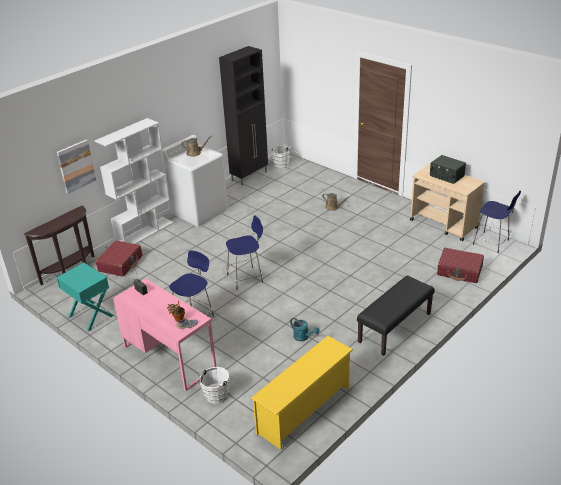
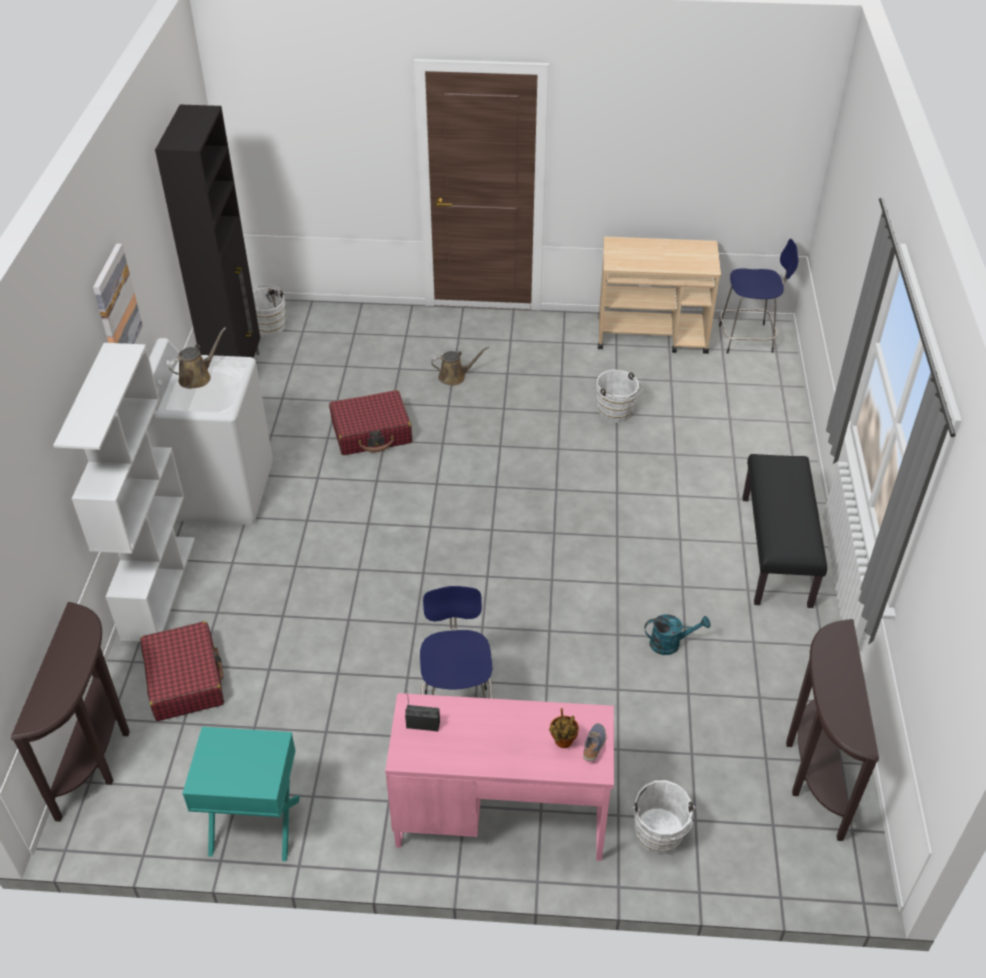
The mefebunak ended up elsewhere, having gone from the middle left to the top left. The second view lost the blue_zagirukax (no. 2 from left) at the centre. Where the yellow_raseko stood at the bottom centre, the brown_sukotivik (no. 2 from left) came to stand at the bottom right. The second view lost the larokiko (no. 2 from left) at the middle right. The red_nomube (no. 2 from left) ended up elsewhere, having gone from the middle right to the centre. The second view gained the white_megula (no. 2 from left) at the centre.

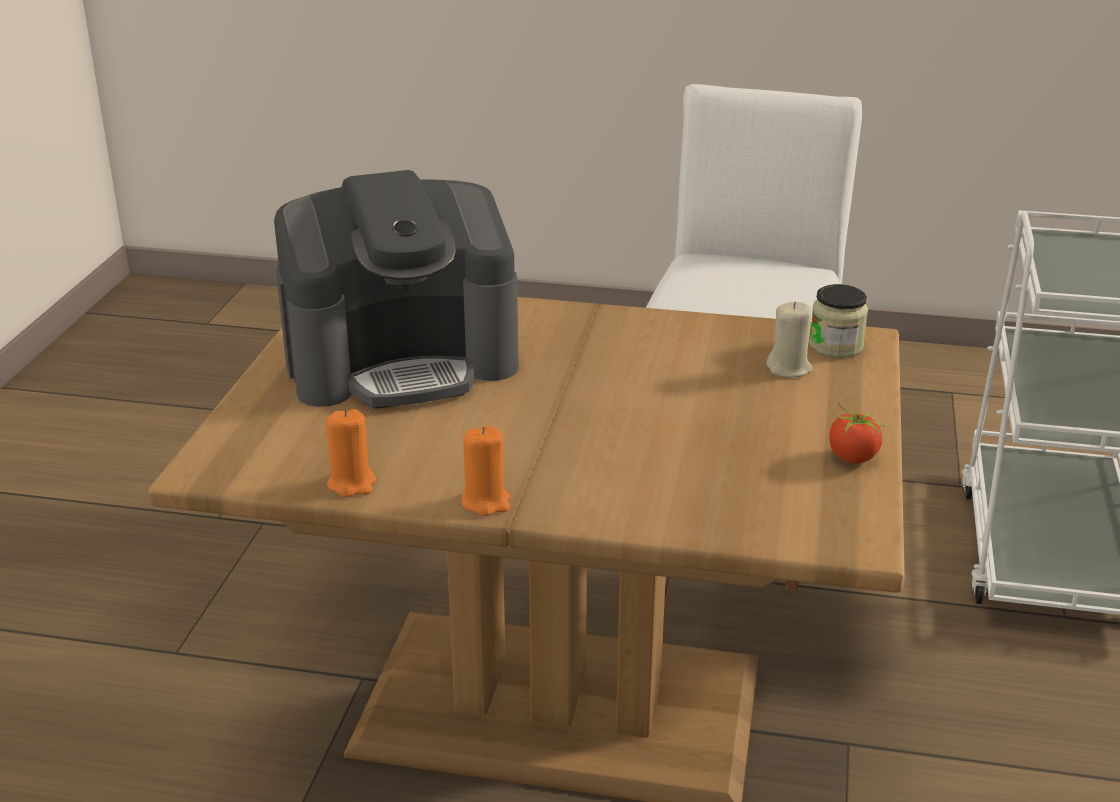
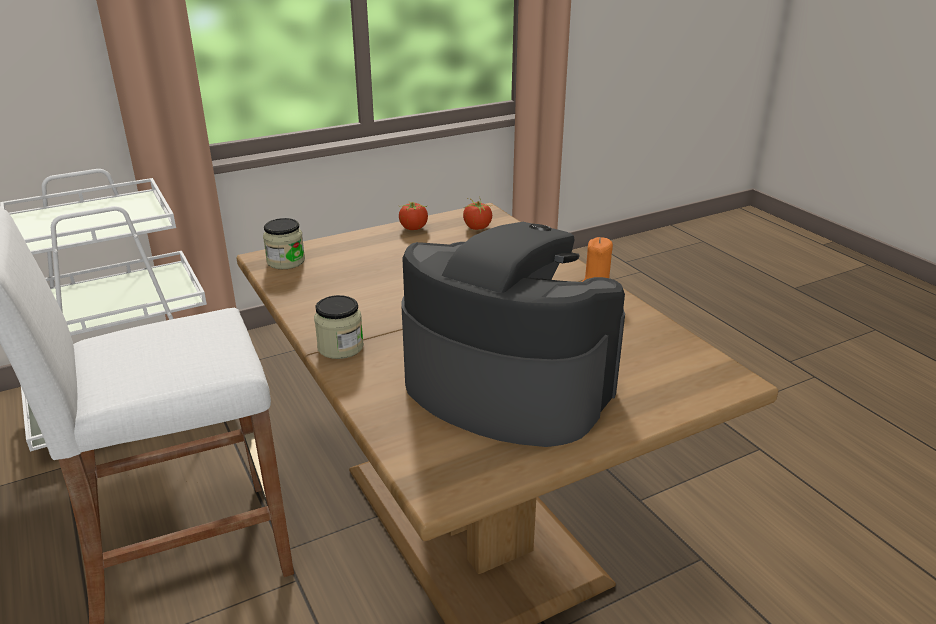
The second view lost the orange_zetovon (no. 1 from left) at the middle left. The second view lost the beige_zetovon at the middle right. The second view gained the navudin (no. 2 from left) at the centre. The second view gained the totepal (no. 2 from left) at the centre.

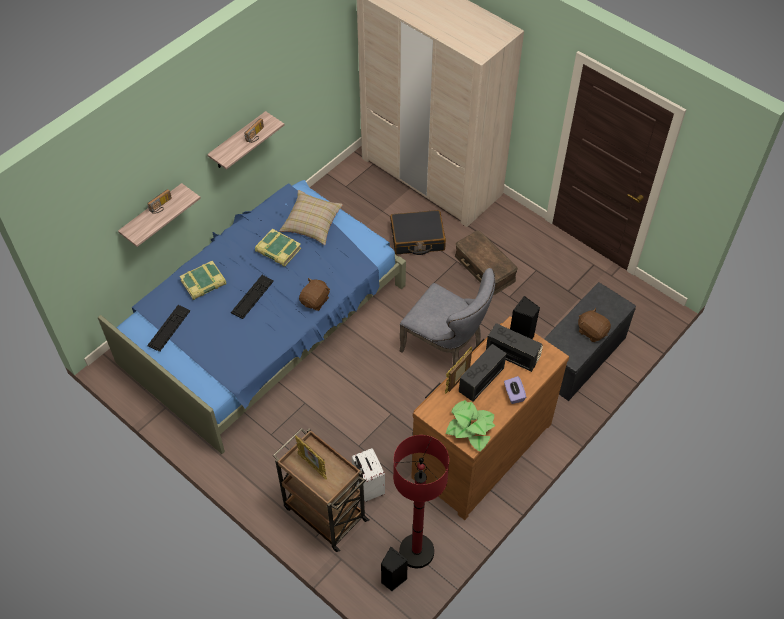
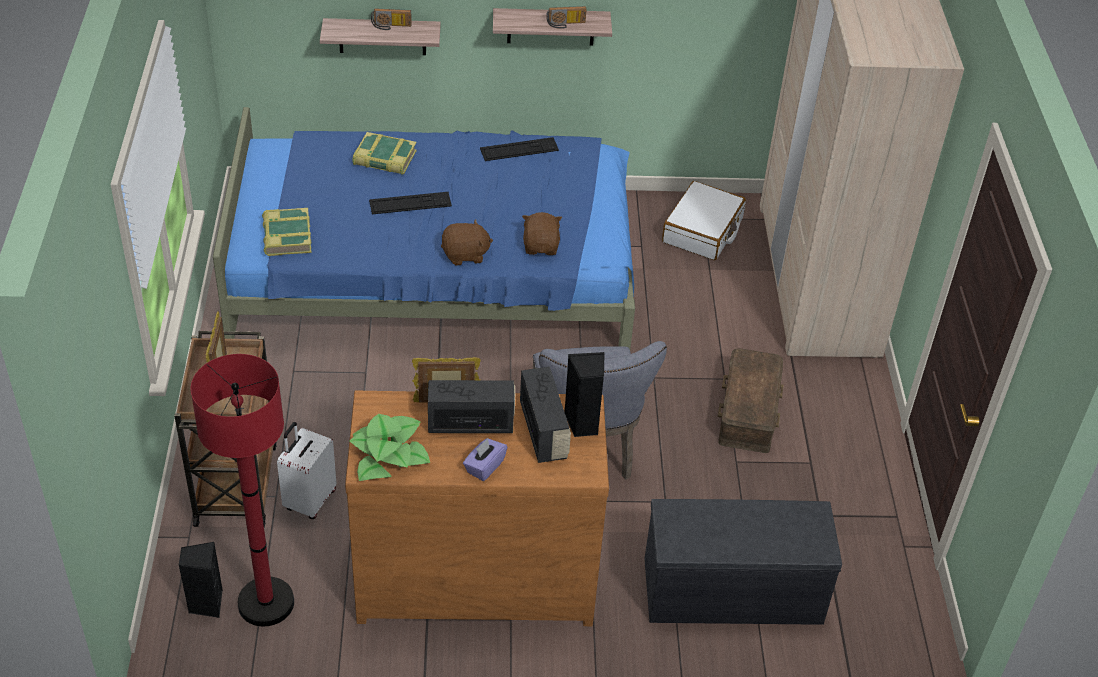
The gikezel (no. 1 from left in the first image) ended up elsewhere, having gone from the middle left to the top centre. The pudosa (no. 2 from left in the first image) ended up elsewhere, having gone from the centre to the middle left. The second view lost the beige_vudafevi at the centre. The second view lost the black_nomube at the centre. The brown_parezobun (no. 2 from left) ended up elsewhere, having gone from the middle right to the centre. The second view gained the white_nomube (no. 2 from left) at the top centre.

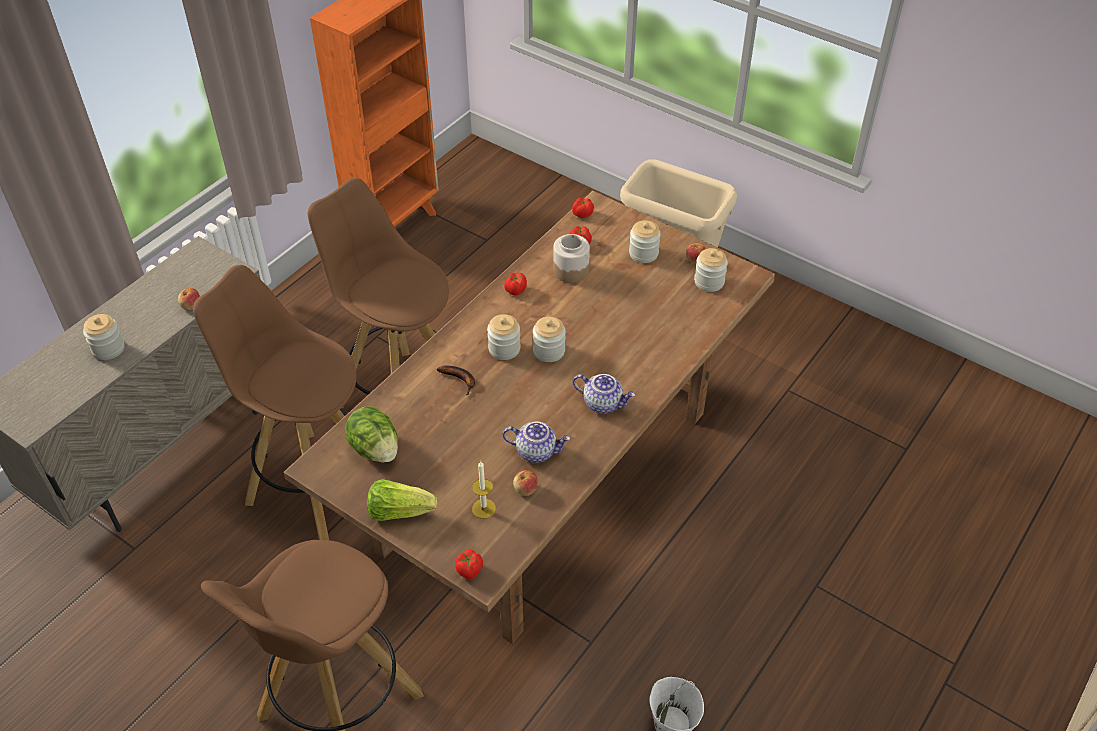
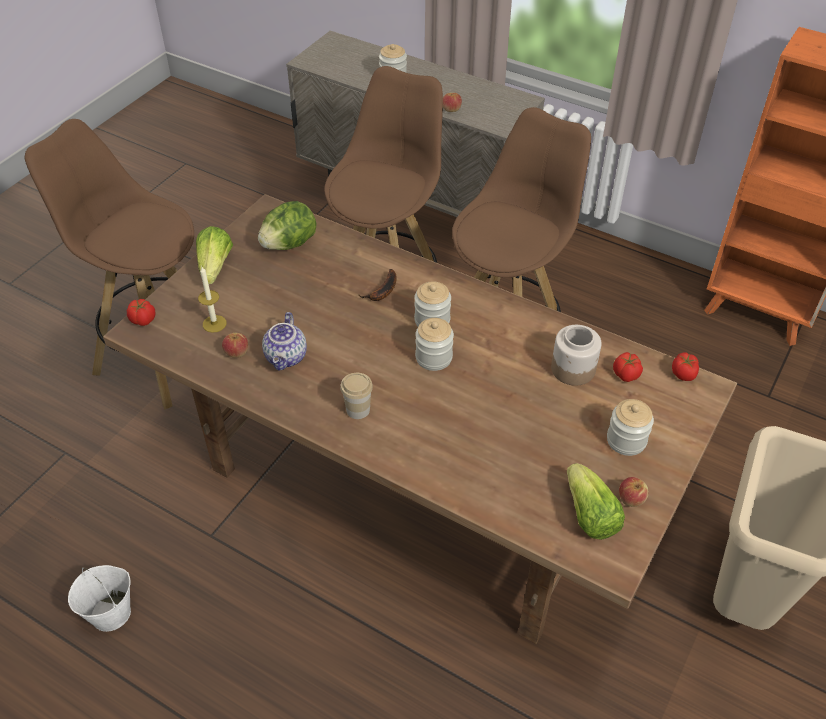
The second view lost the totepal (no. 2 from left) at the centre. Where the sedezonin (no. 2 from left) stood at the centre, the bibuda came to stand at the centre. Where the navudin (no. 6 from left) stood at the centre, the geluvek (no. 3 from left) came to stand at the bottom right.

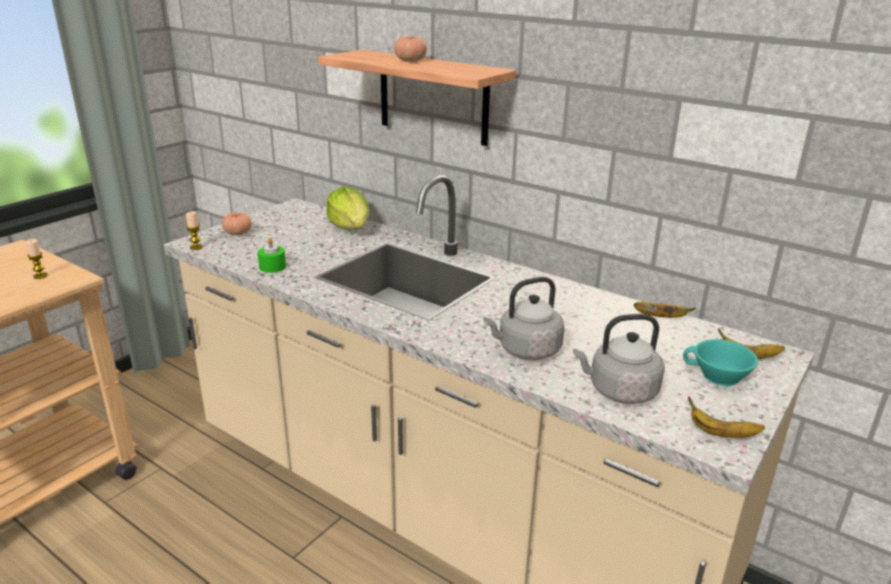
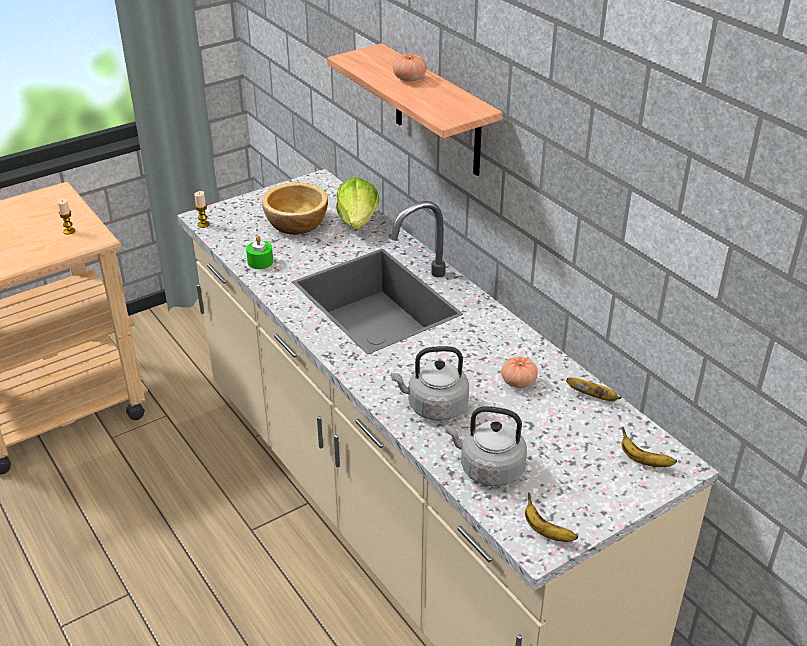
The totepal (no. 1 from left in the first image) ended up elsewhere, having gone from the middle left to the centre. The second view lost the turquoise_bibuda at the middle right. The second view gained the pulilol at the top centre.

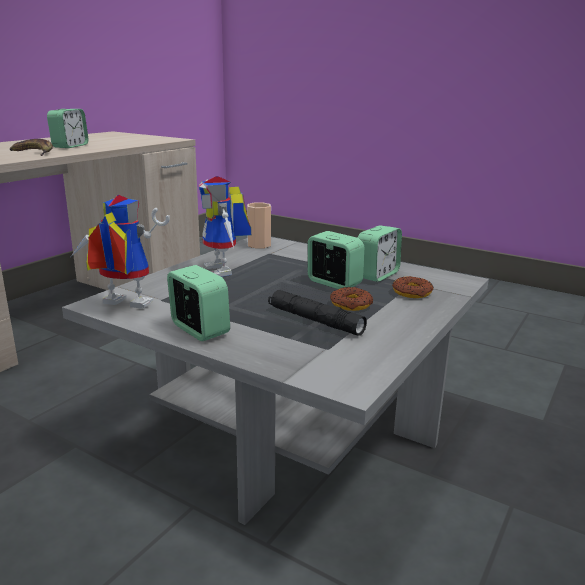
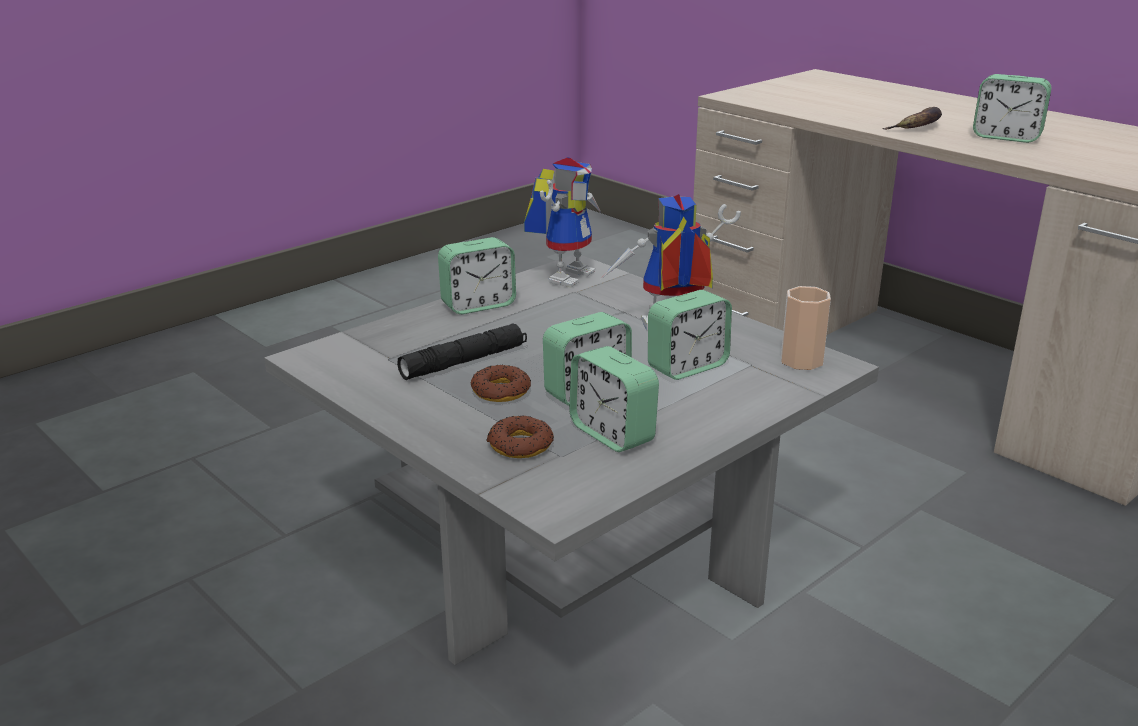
The second view gained the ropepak (no. 4 from left) at the centre.

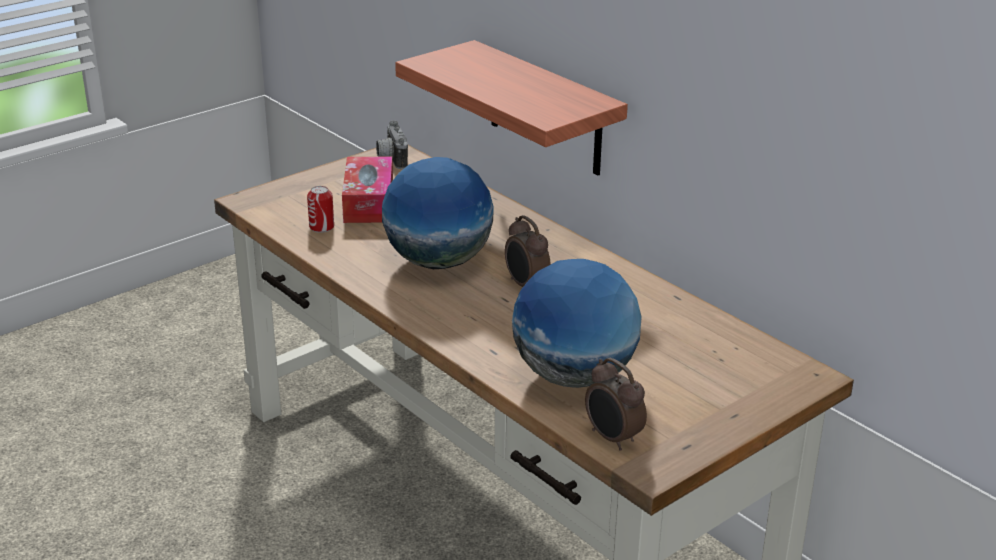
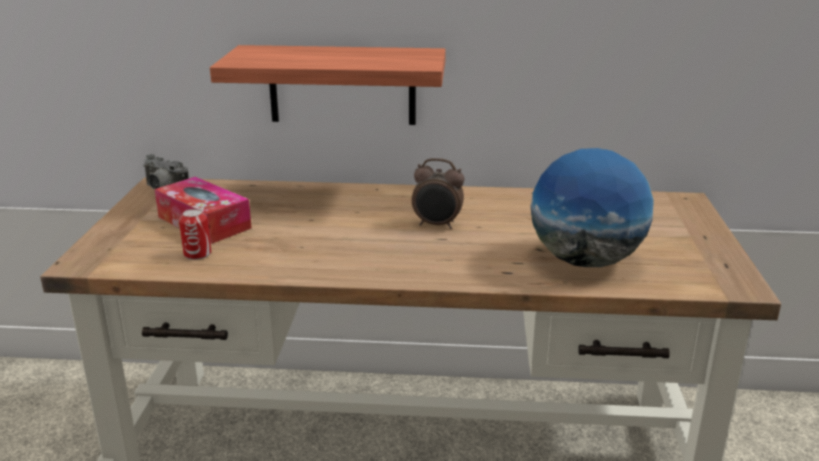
The second view lost the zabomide (no. 1 from left) at the centre. The second view lost the ropepak (no. 2 from left) at the bottom centre.

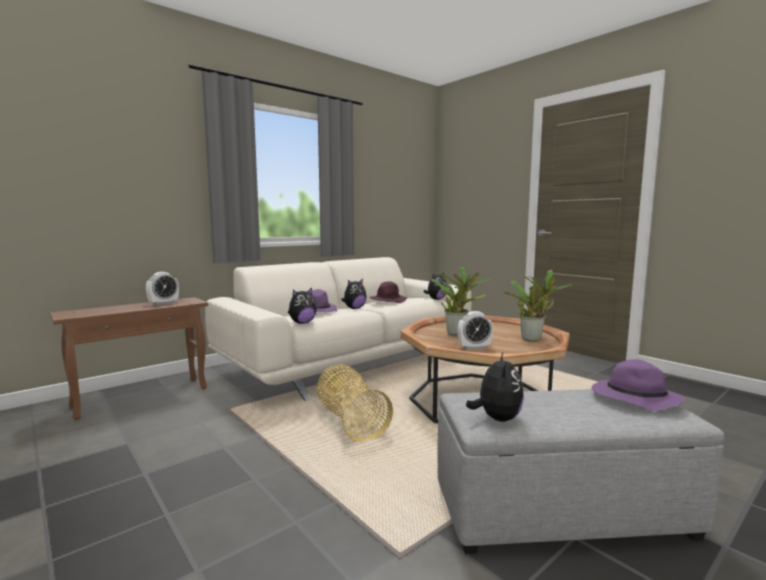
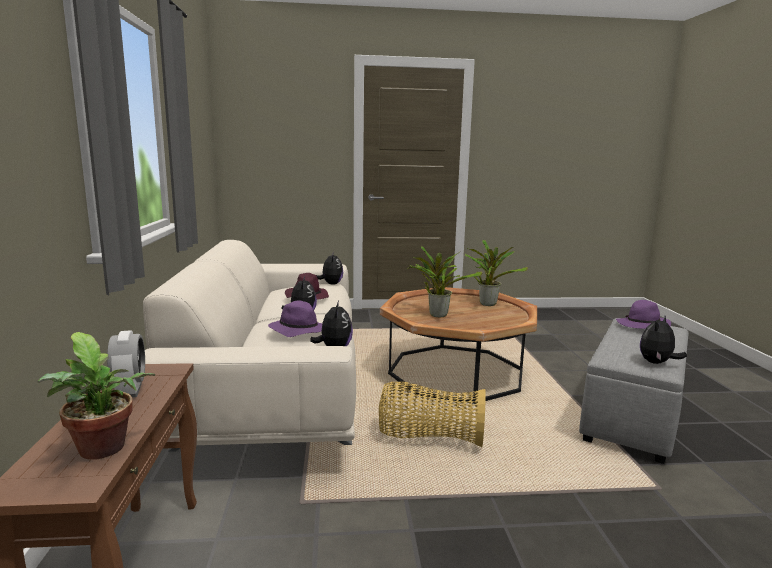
The second view lost the ropepak (no. 2 from left) at the centre. The parezobun (no. 4 from left) at the centre ended up facing another way, 90 degrees counterclockwise from before. The second view gained the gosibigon (no. 1 from left) at the bottom left.

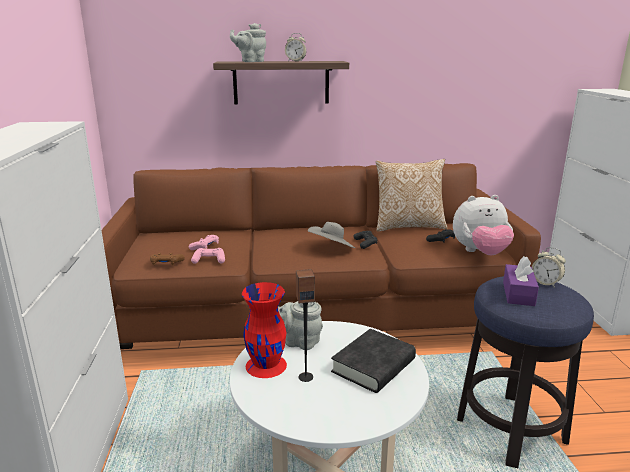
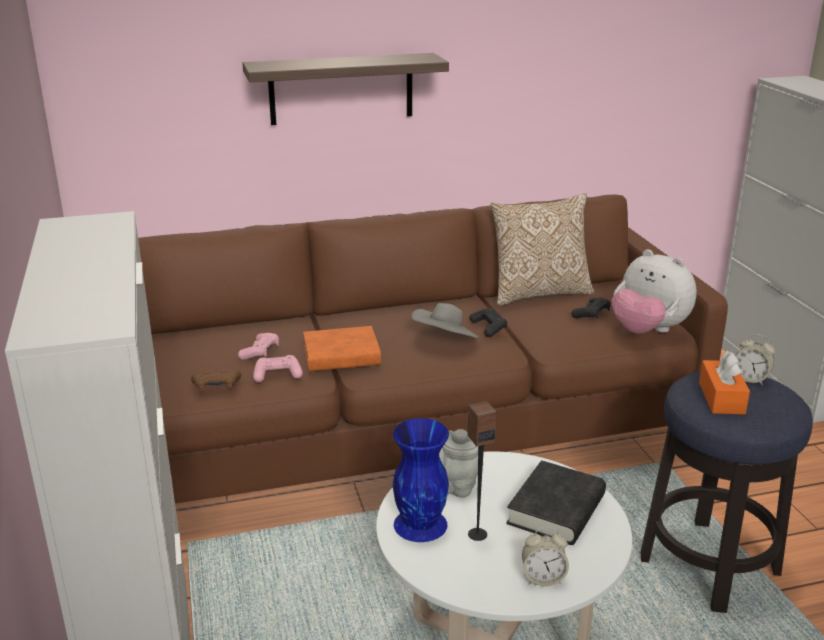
The second view lost the grey_sedezonin (no. 1 from left) at the top centre. What was the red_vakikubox at the bottom centre turned into the blue_vakikubox at the bottom centre. The ropepak (no. 1 from left) ended up elsewhere, having gone from the top centre to the bottom centre. The parezobun at the middle right ended up facing another way, 60 degrees clockwise from before. What was the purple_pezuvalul at the middle right turned into the orange_pezuvalul at the middle right. The second view gained the orange_pudosa at the centre.

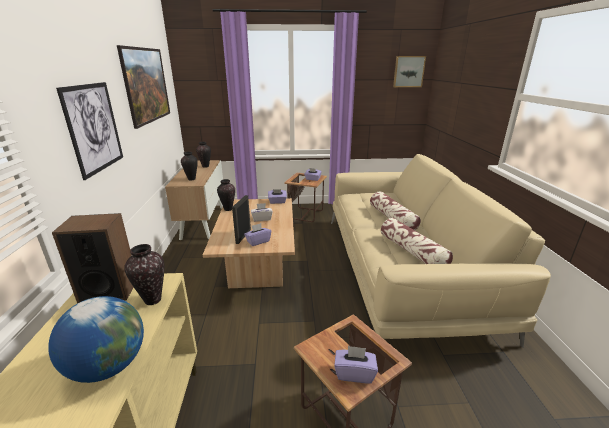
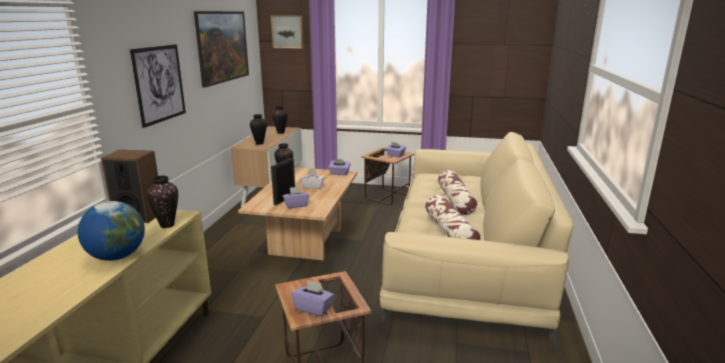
The mefebunak (no. 3 from left) ended up elsewhere, having gone from the top right to the top centre.

